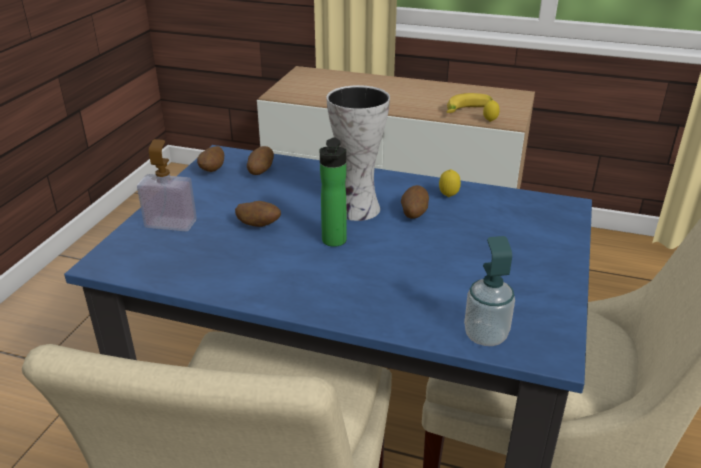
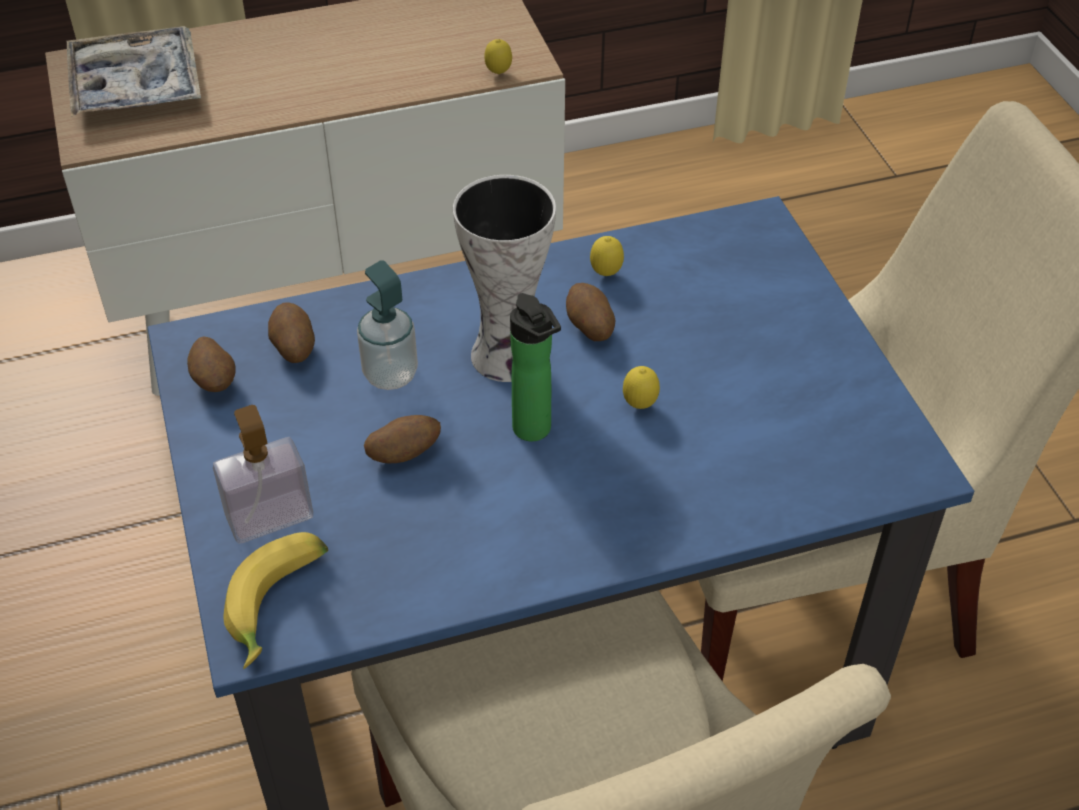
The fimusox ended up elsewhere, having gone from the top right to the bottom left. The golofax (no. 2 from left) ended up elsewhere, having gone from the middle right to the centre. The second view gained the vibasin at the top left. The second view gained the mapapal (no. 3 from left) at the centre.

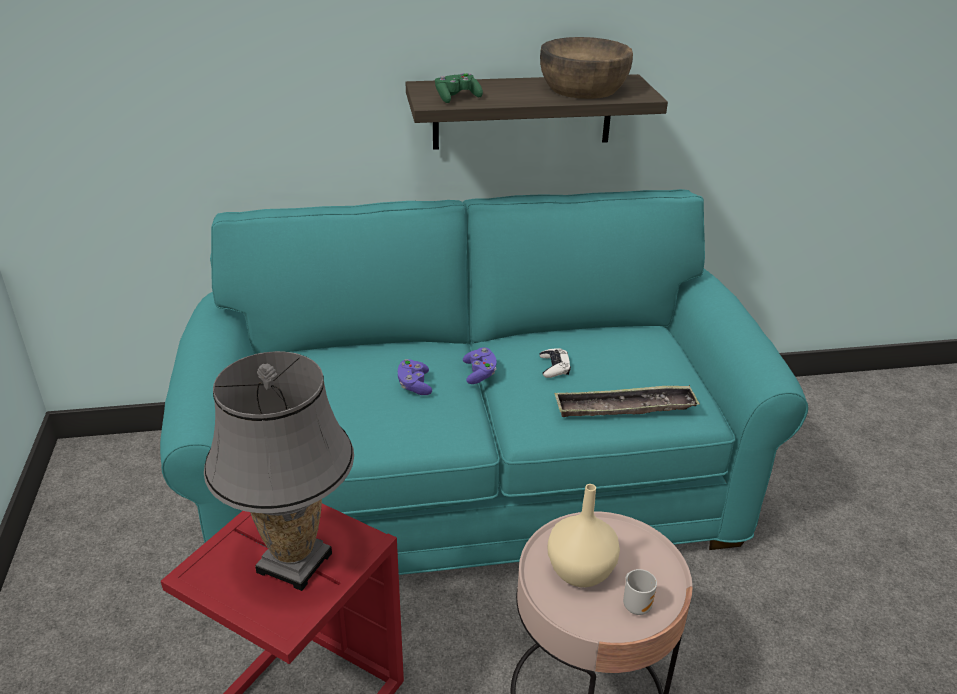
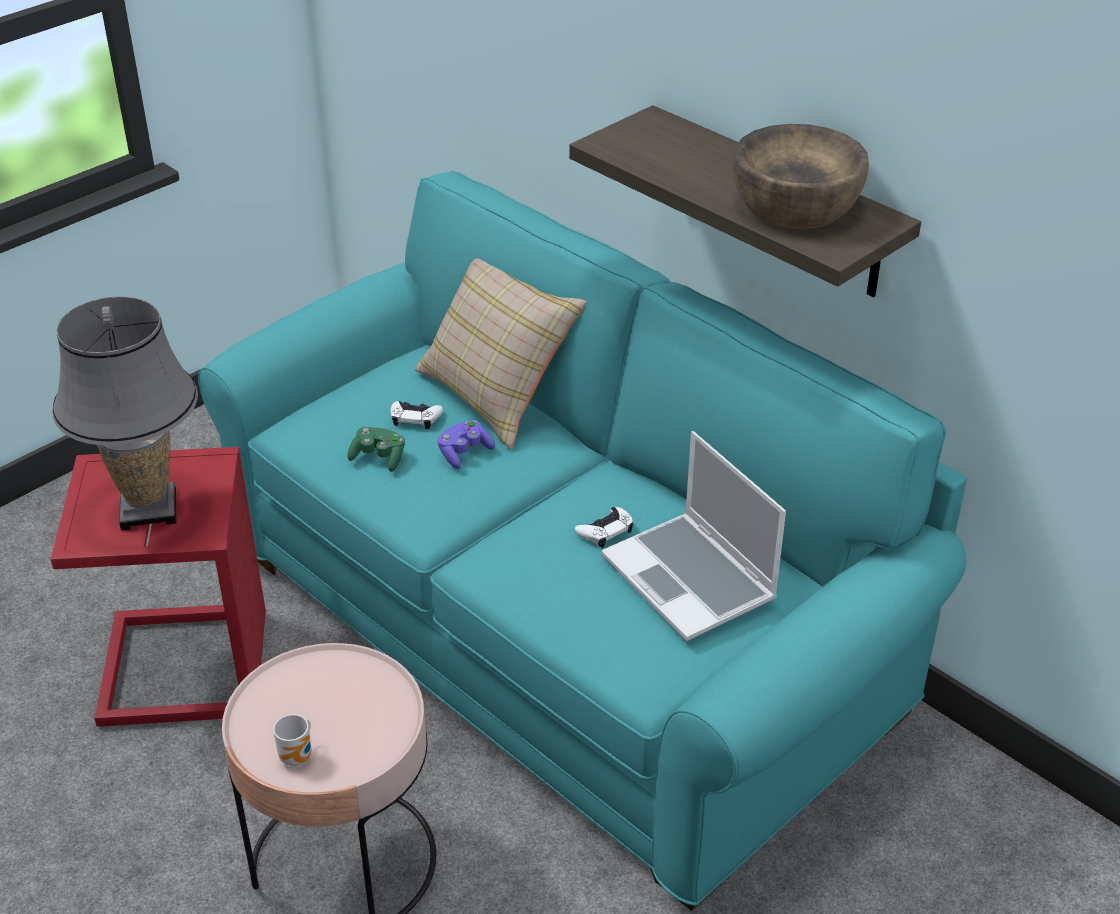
The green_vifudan ended up elsewhere, having gone from the top centre to the centre. The second view lost the purple_vifudan (no. 2 from left) at the centre. The second view lost the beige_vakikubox at the bottom centre. The second view lost the vibasin at the centre. The second view gained the white_vifudan (no. 1 from left) at the centre. The second view gained the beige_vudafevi at the centre. The second view gained the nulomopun at the centre.

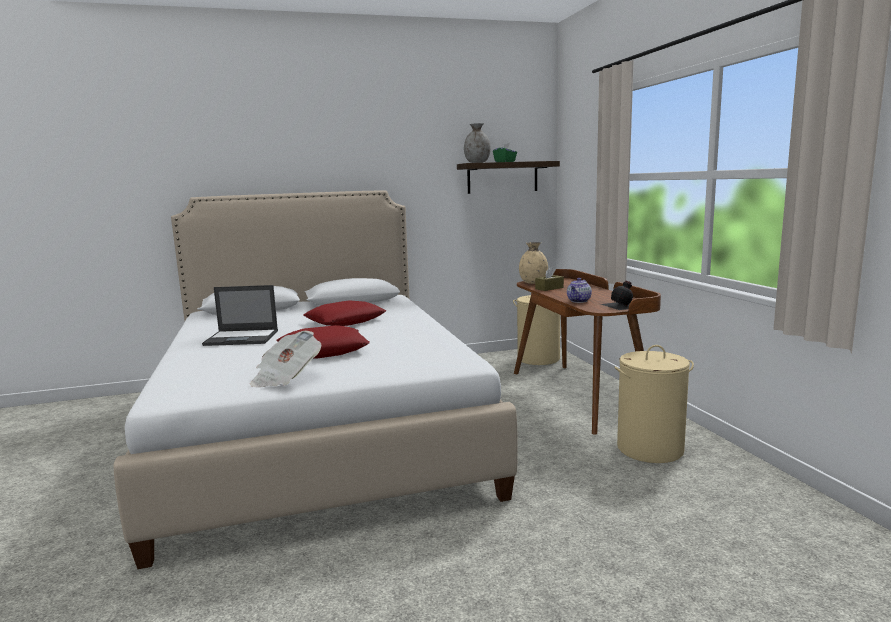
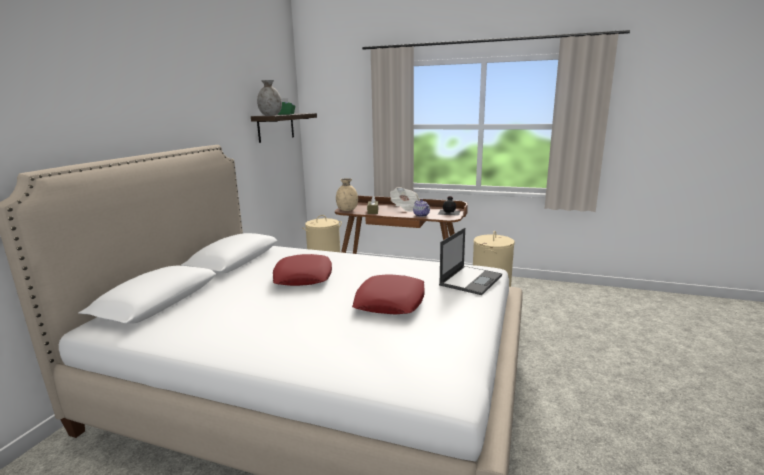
The nulomopun ended up elsewhere, having gone from the middle left to the centre. The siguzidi ended up elsewhere, having gone from the middle left to the centre.

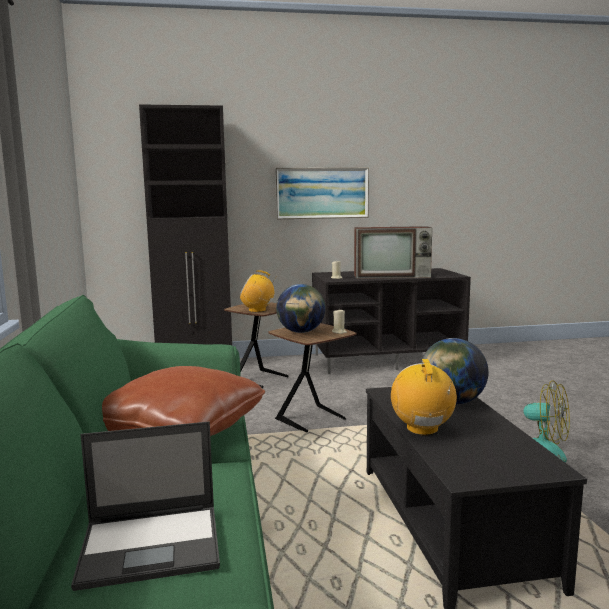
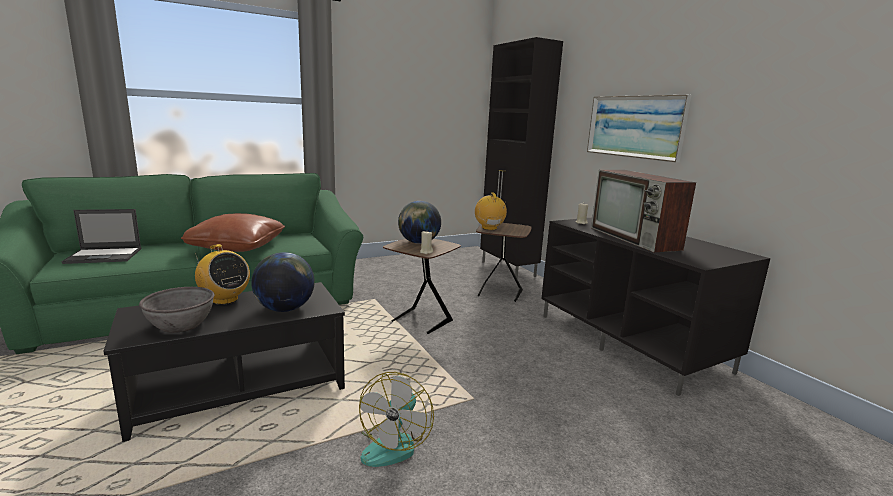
The nulomopun at the bottom left ended up facing another way, 75 degrees counterclockwise from before. The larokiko (no. 2 from left in the first image) at the middle right ended up facing another way, 60 degrees clockwise from before. The second view gained the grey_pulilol at the middle left.

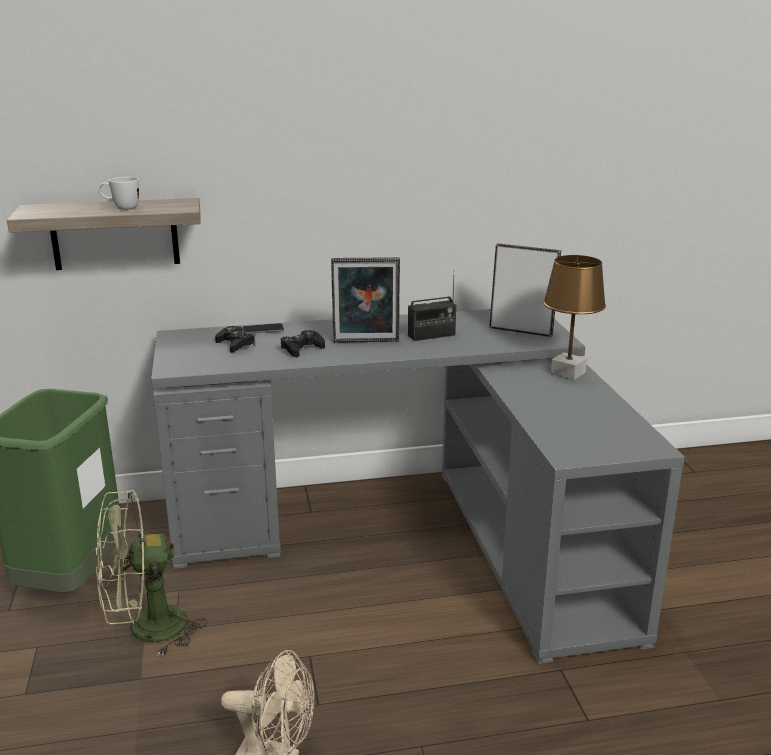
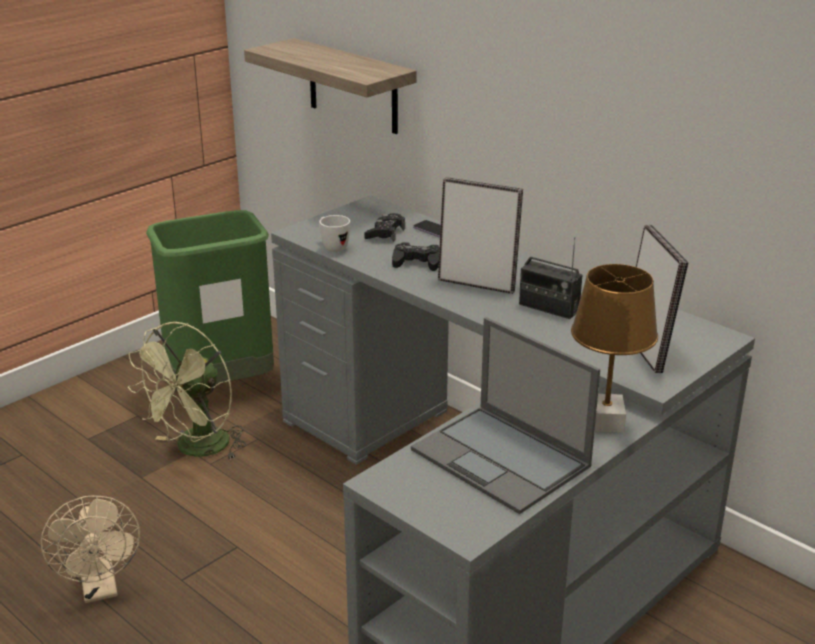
The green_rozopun at the bottom left ended up facing another way, 90 degrees counterclockwise from before. The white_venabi ended up elsewhere, having gone from the top left to the centre. The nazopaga (no. 1 from left) at the centre ended up facing another way, 150 degrees clockwise from before. The second view gained the nulomopun at the centre.

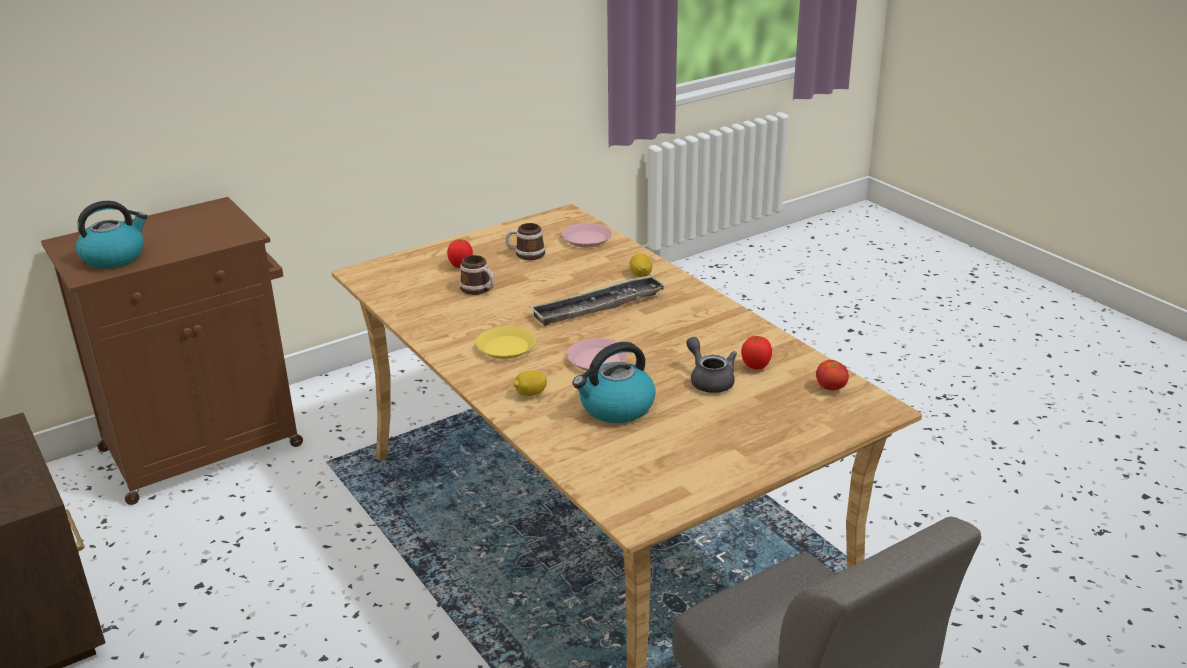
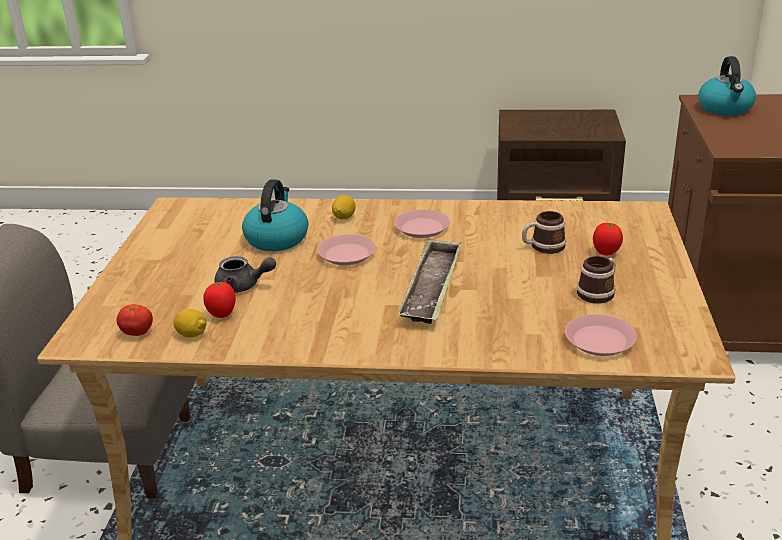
What was the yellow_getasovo at the centre turned into the pink_getasovo (no. 2 from left) at the centre. The mapapal (no. 2 from left in the first image) ended up elsewhere, having gone from the centre to the middle left.

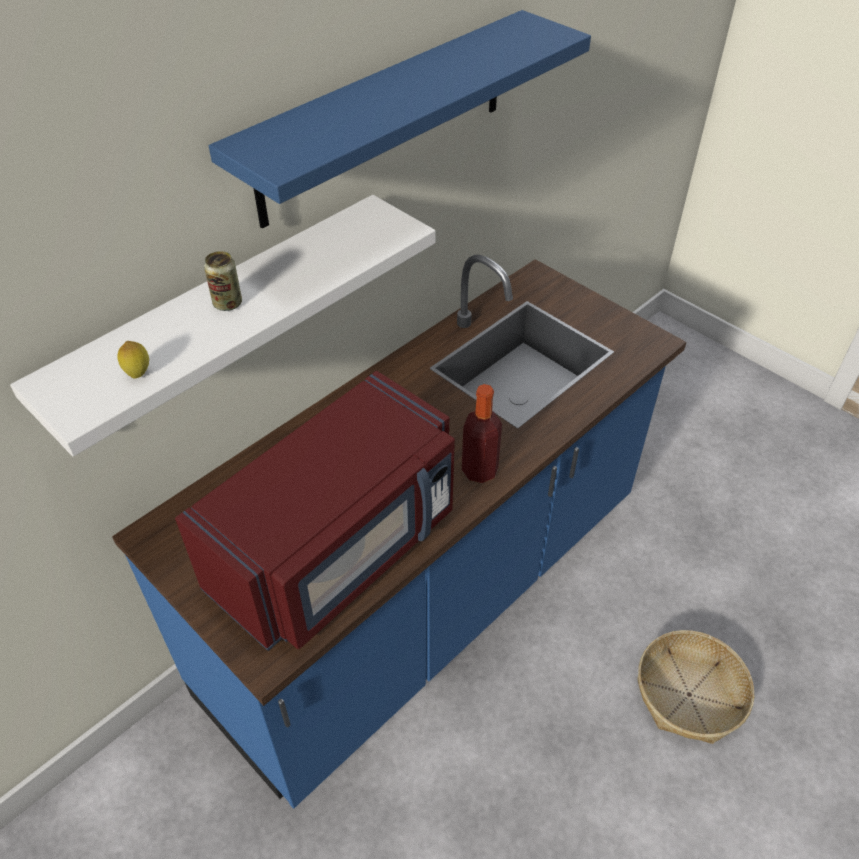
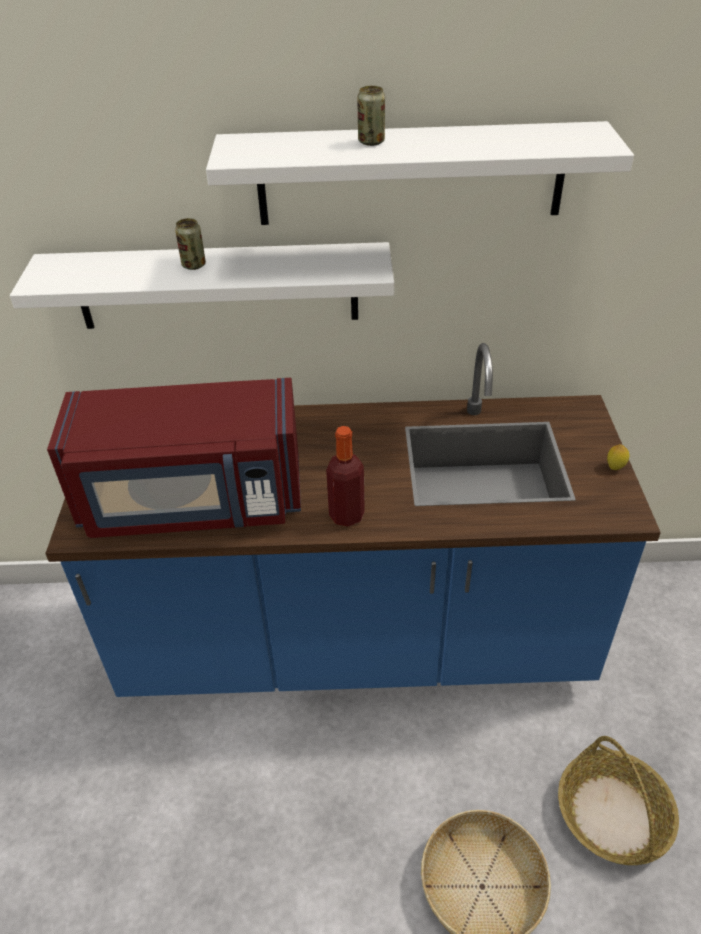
The mapapal ended up elsewhere, having gone from the middle left to the middle right. What was the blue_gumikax at the top centre turned into the white_gumikax (no. 2 from left) at the top centre. The second view gained the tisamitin (no. 2 from left) at the top centre. The second view gained the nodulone (no. 2 from left) at the bottom right.

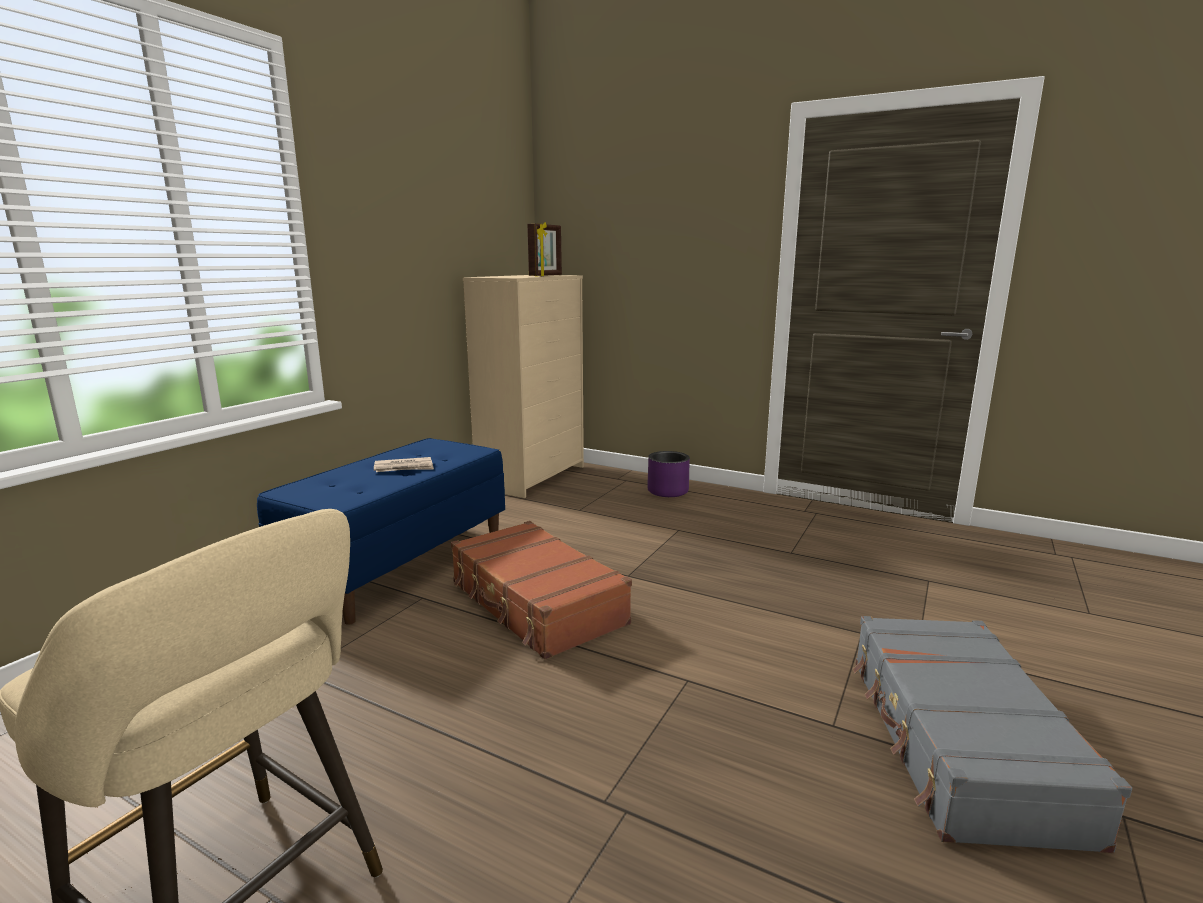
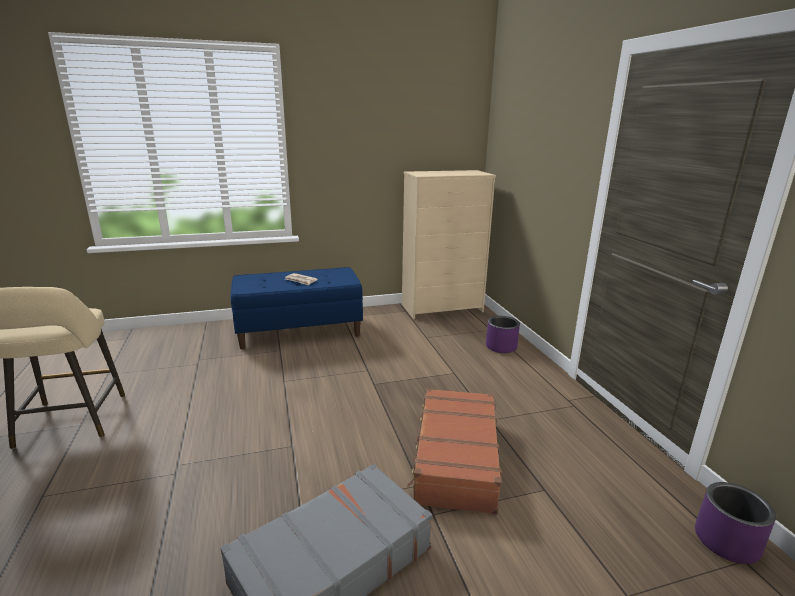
The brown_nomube ended up elsewhere, having gone from the centre to the bottom centre. The second view lost the nazopaga at the top centre. The second view gained the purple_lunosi (no. 2 from left) at the bottom right.

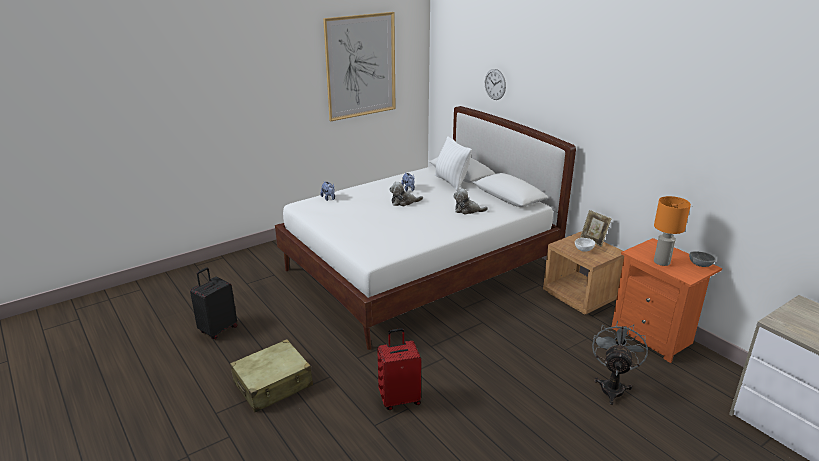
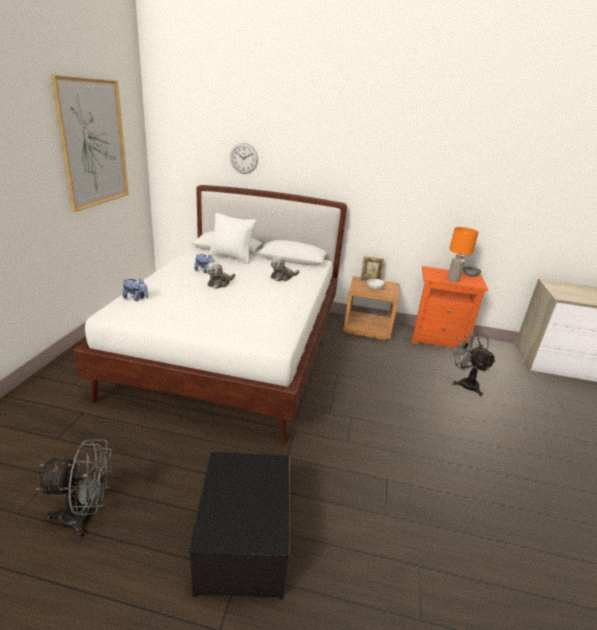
Where the black_nomube stood at the middle left, the grey_rozopun (no. 1 from left) came to stand at the bottom left. Where the beige_nomube stood at the bottom left, the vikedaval came to stand at the bottom centre. The second view lost the red_nomube at the bottom centre.

